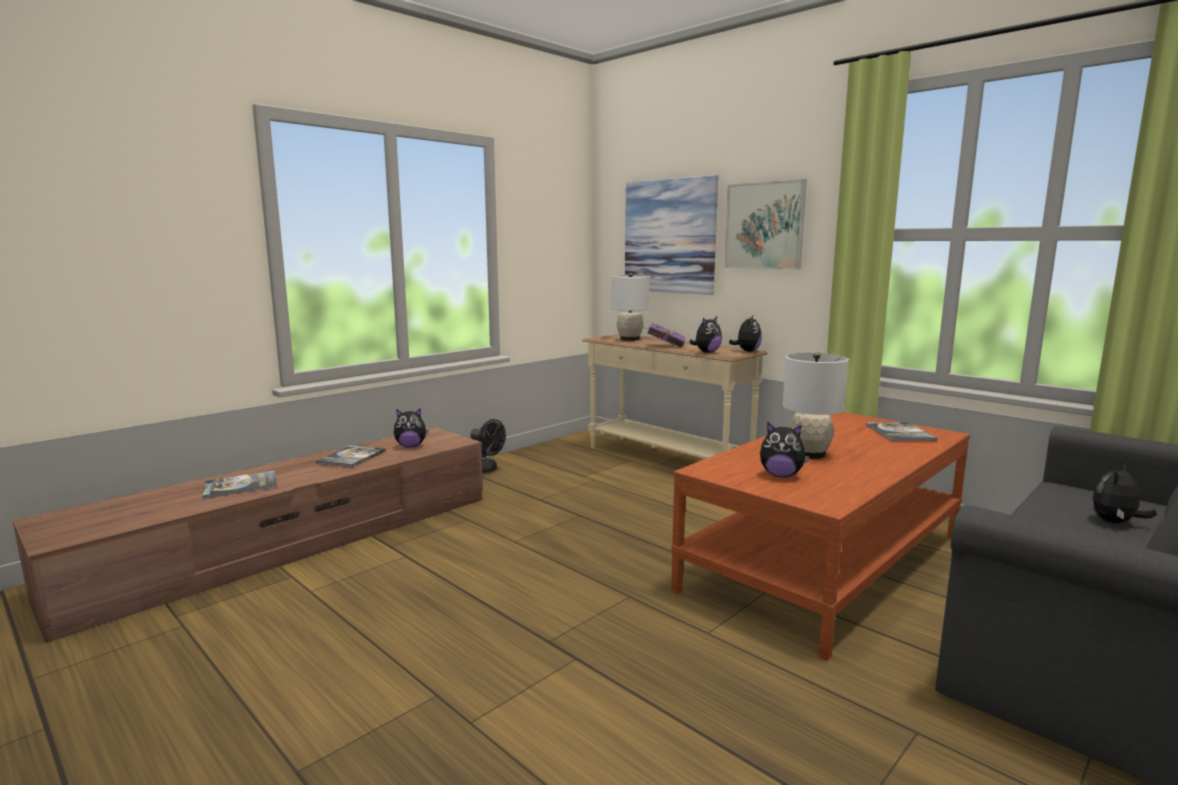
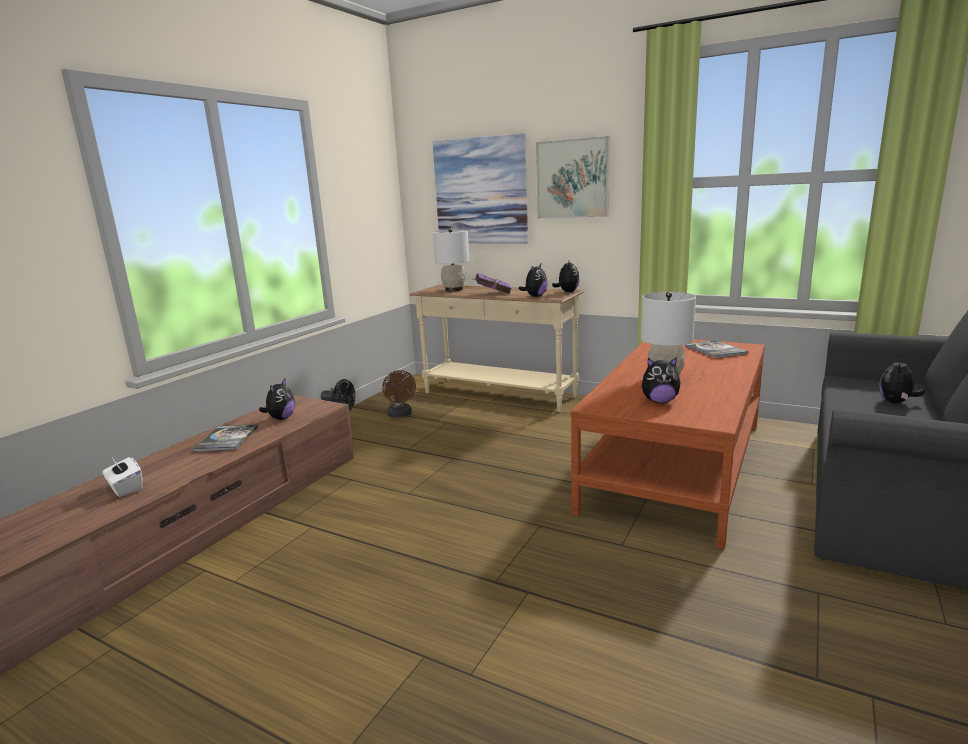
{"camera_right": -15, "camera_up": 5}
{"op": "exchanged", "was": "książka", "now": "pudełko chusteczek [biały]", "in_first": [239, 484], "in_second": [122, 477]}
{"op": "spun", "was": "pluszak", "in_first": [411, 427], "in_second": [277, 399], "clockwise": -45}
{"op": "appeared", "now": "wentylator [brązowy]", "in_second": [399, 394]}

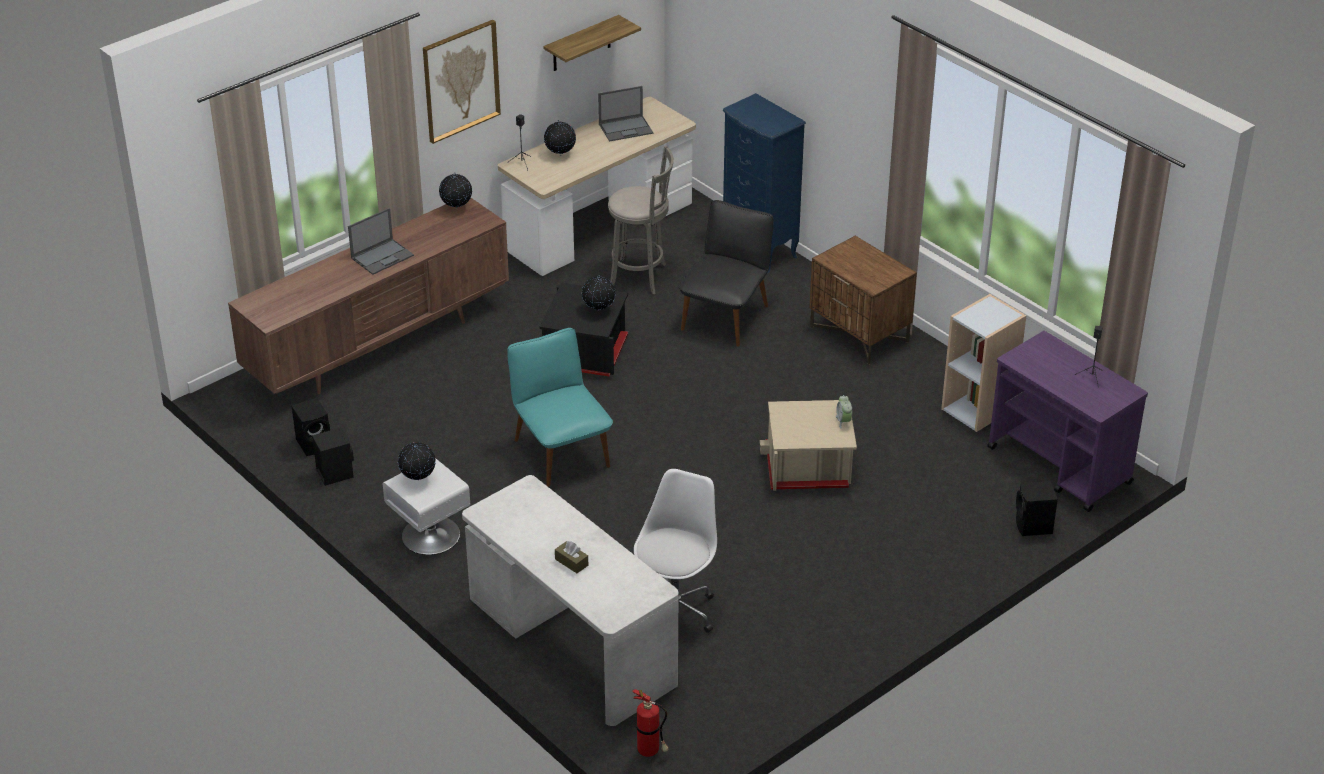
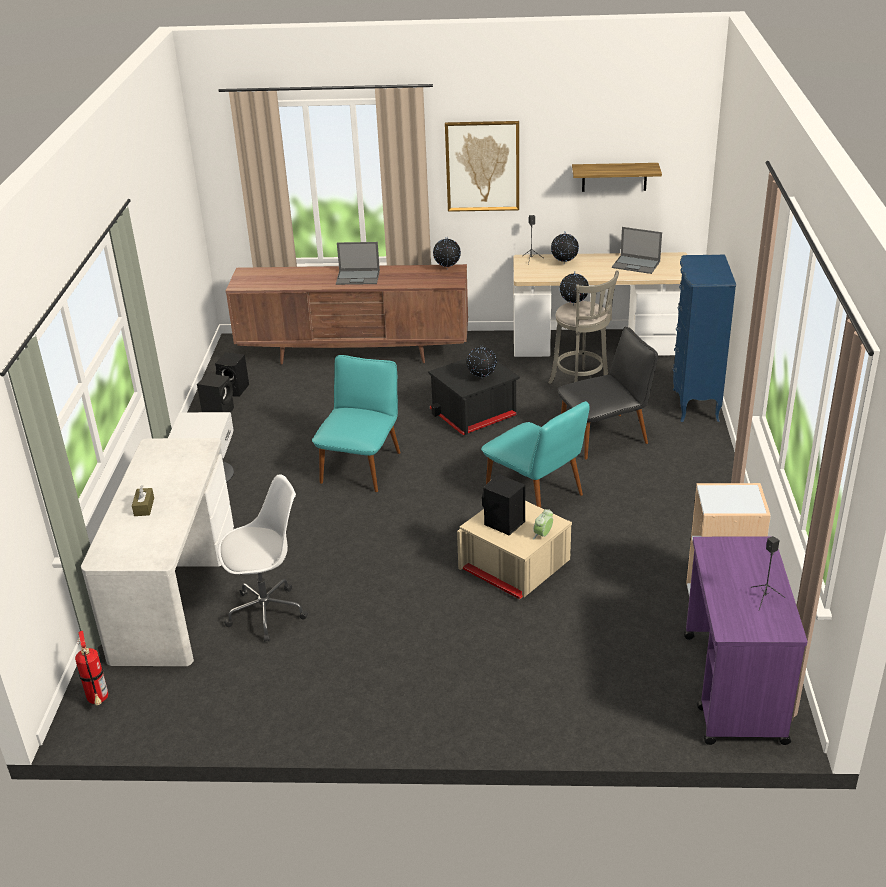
{"camera_right": 45, "camera_up": -5}
{"op": "relocated", "was": "globus", "in_first": [417, 461], "in_second": [574, 288]}
{"op": "missing", "was": "szafka nocna [brązowy]", "in_first": [863, 300]}
{"op": "relocated", "was": "głośnik [czarny]", "in_first": [1037, 508], "in_second": [503, 505]}
{"op": "appeared", "now": "krzesło [turkusowy]", "in_second": [535, 454]}

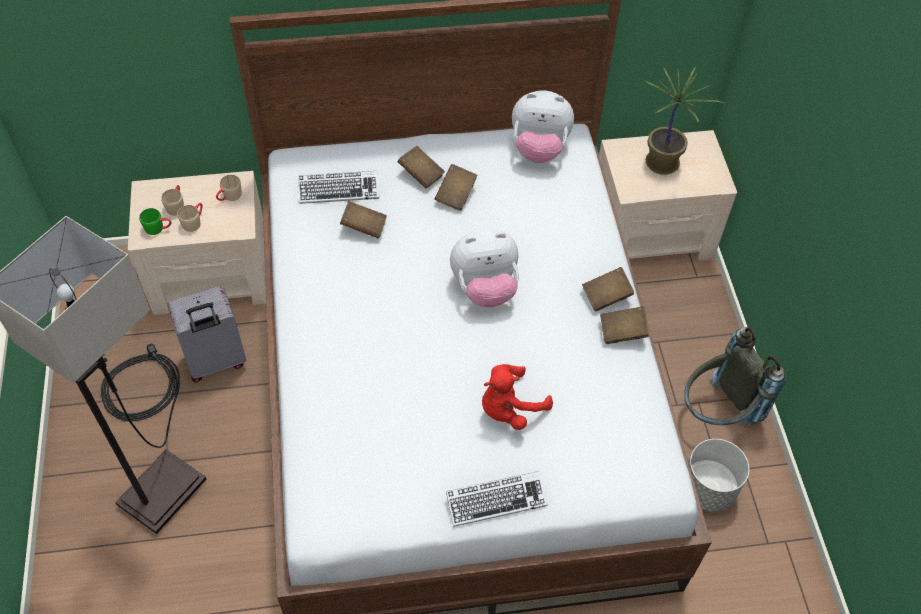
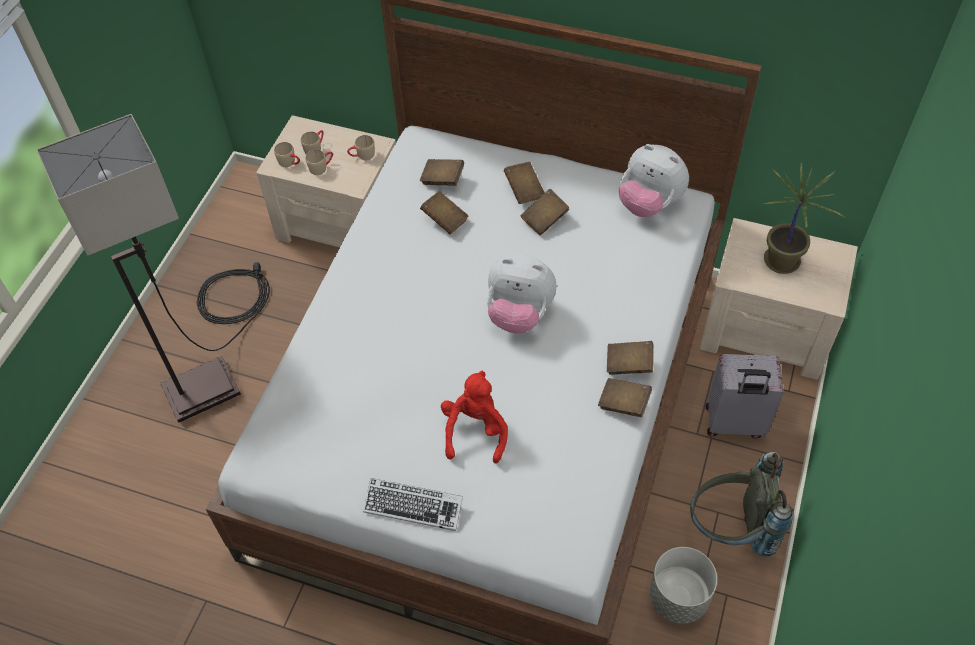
{"camera_right": 30, "camera_up": 0}
{"op": "colour", "was": "kubek [zielony]", "now": "kubek [beżowy]", "in_first": [155, 221], "in_second": [287, 154]}
{"op": "relocated", "was": "walizka [szary]", "in_first": [206, 334], "in_second": [744, 396]}
{"op": "exchanged", "was": "klawiatura", "now": "książka [brązowy]", "in_first": [338, 187], "in_second": [442, 172]}
{"op": "spun", "was": "pluszak [czerwony]", "in_first": [517, 397], "in_second": [474, 417], "clockwise": 105}

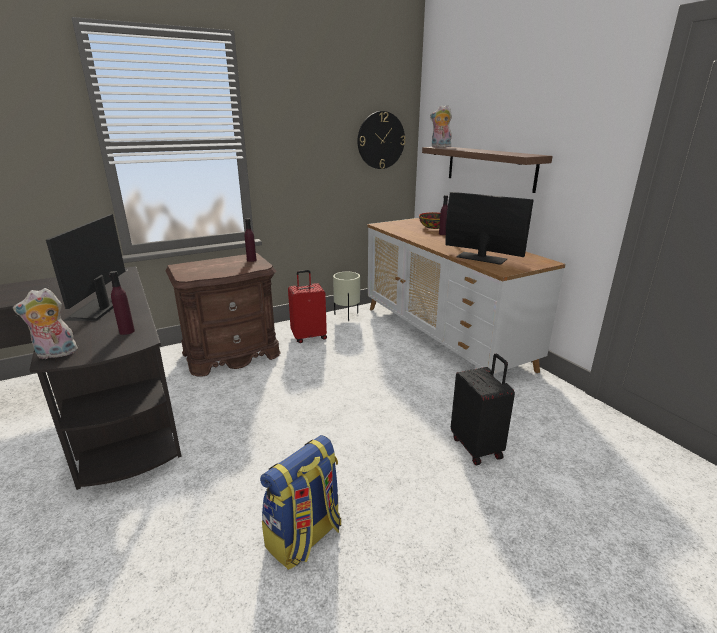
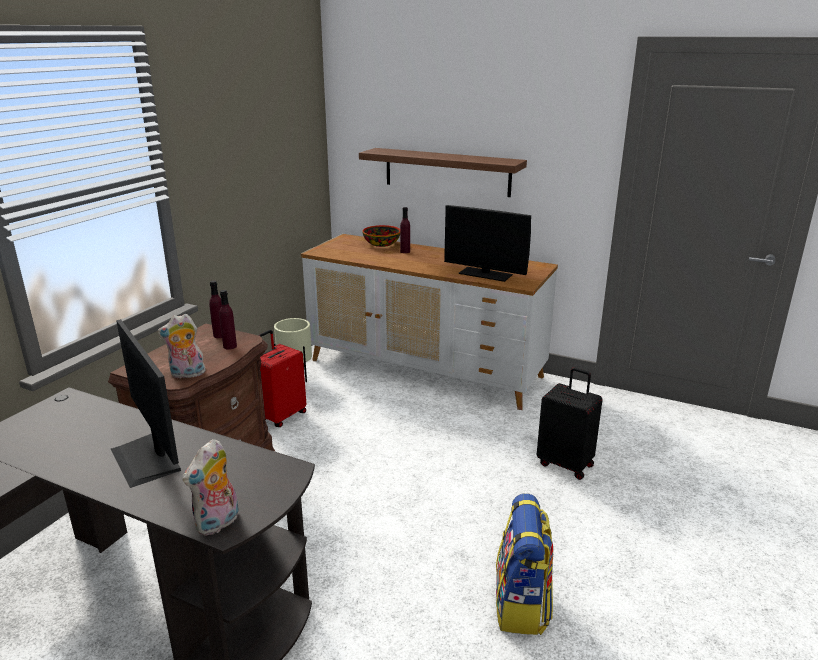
{"camera_right": -35, "camera_up": 0}
{"op": "relocated", "was": "butelka [fioletowy]", "in_first": [122, 303], "in_second": [228, 319]}
{"op": "missing", "was": "zegar ścienny", "in_first": [381, 140]}
{"op": "relocated", "was": "pluszak", "in_first": [441, 126], "in_second": [181, 346]}
{"op": "spun", "was": "monitor", "in_first": [489, 228], "in_second": [487, 243], "clockwise": -150}

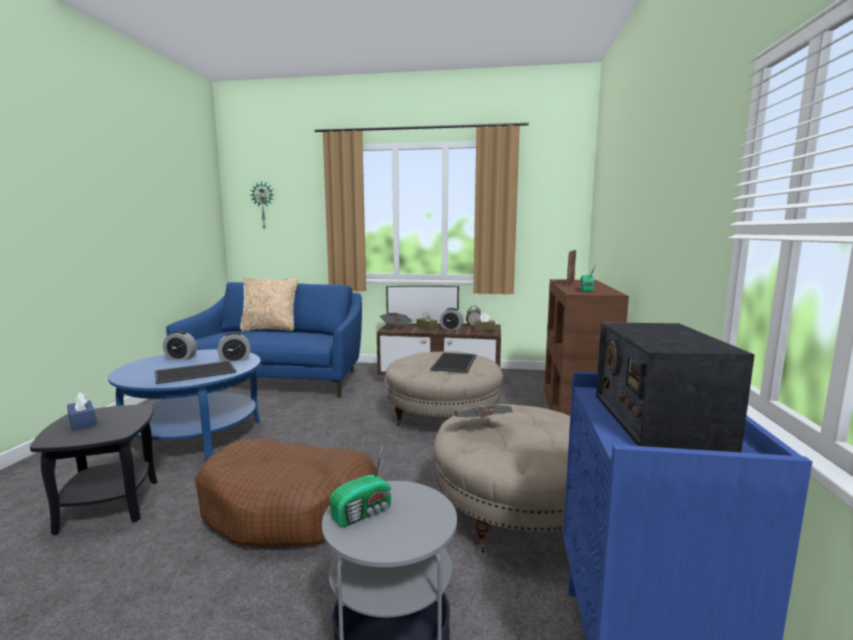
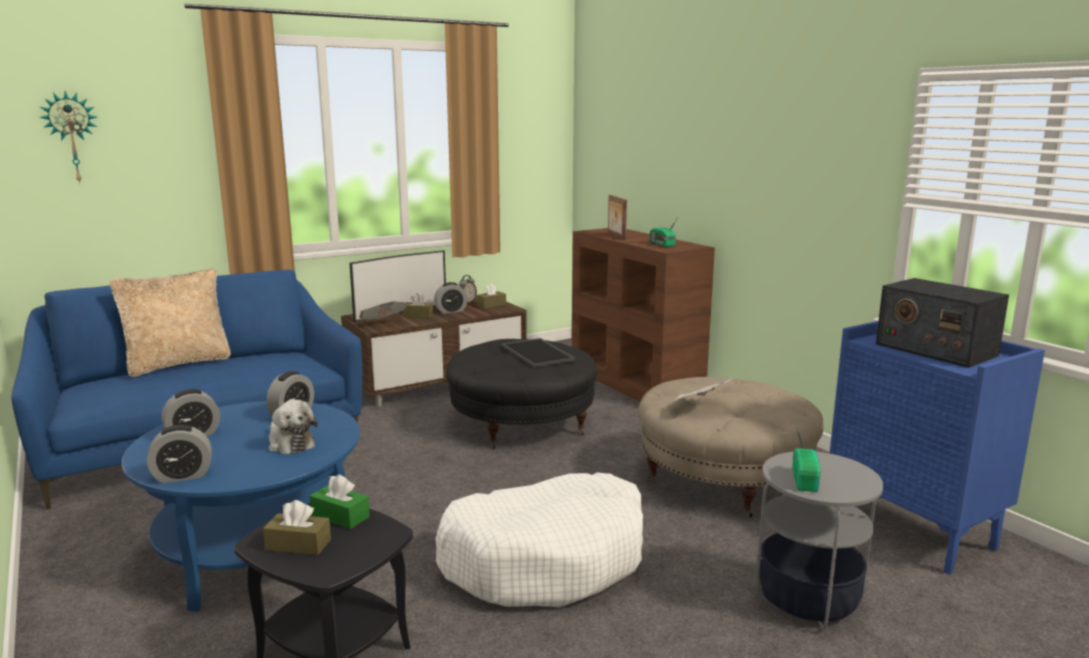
{"camera_right": -40, "camera_up": 5}
{"op": "colour", "was": "pudełko chusteczek [niebieski]", "now": "pudełko chusteczek [brązowy]", "in_first": [81, 411], "in_second": [297, 527]}
{"op": "exchanged", "was": "taca", "now": "pluszak", "in_first": [195, 372], "in_second": [293, 427]}
{"op": "colour", "was": "legowisko [brązowy]", "now": "legowisko [biały]", "in_first": [286, 493], "in_second": [539, 540]}
{"op": "colour", "was": "pufa [beżowy]", "now": "pufa [czarny]", "in_first": [444, 388], "in_second": [521, 394]}
{"op": "appeared", "now": "budzik", "in_second": [179, 454]}
{"op": "appeared", "now": "pudełko chusteczek [zielony]", "in_second": [340, 501]}

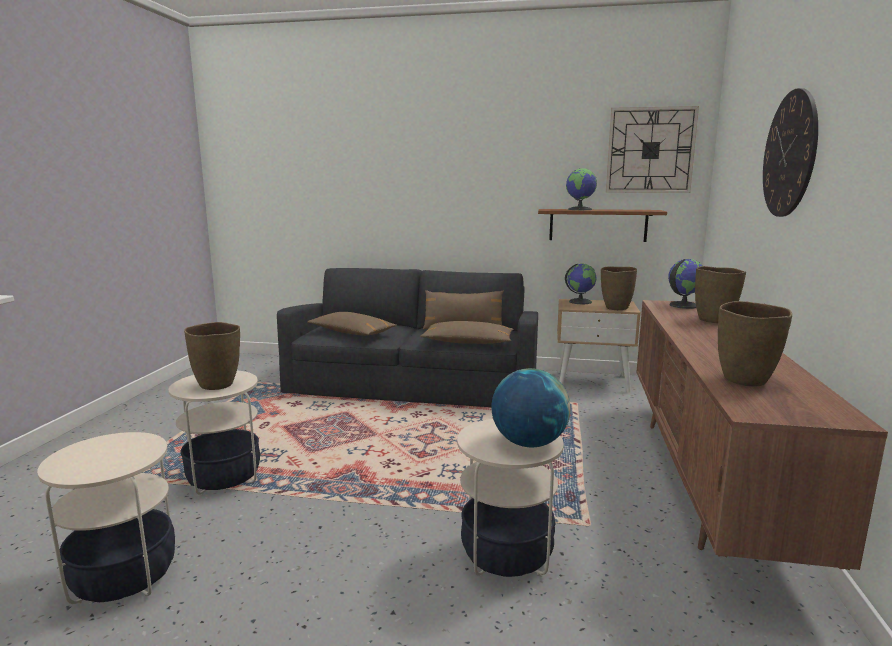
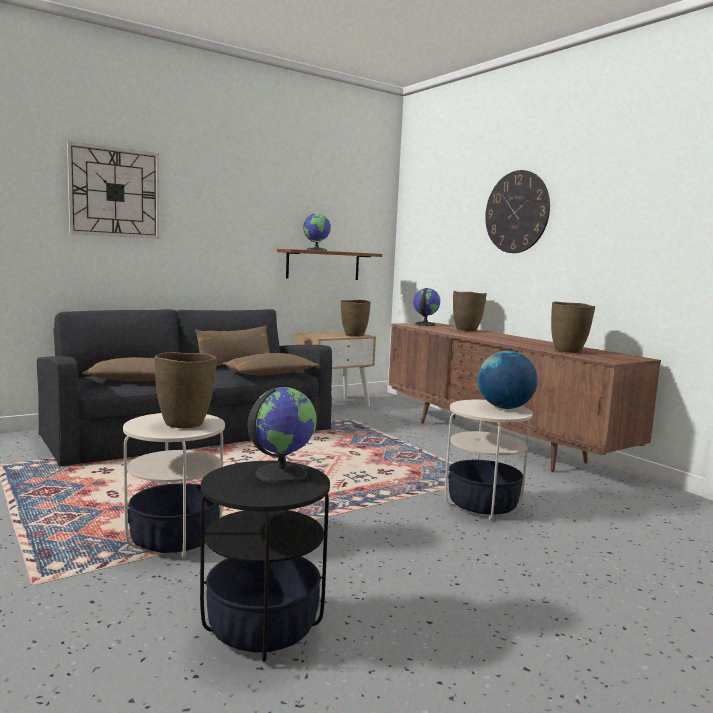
{"camera_right": -45, "camera_up": -5}
{"op": "colour", "was": "stolik [beżowy]", "now": "stolik [czarny]", "in_first": [106, 518], "in_second": [265, 561]}
{"op": "relocated", "was": "globus", "in_first": [580, 284], "in_second": [282, 435]}
{"op": "relocated", "was": "zegar ścienny", "in_first": [652, 149], "in_second": [113, 190]}

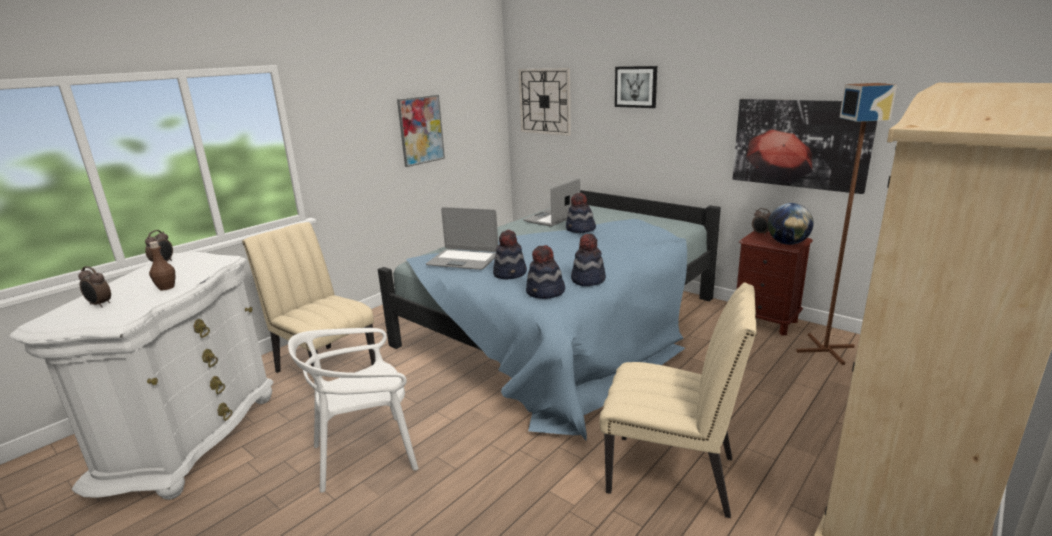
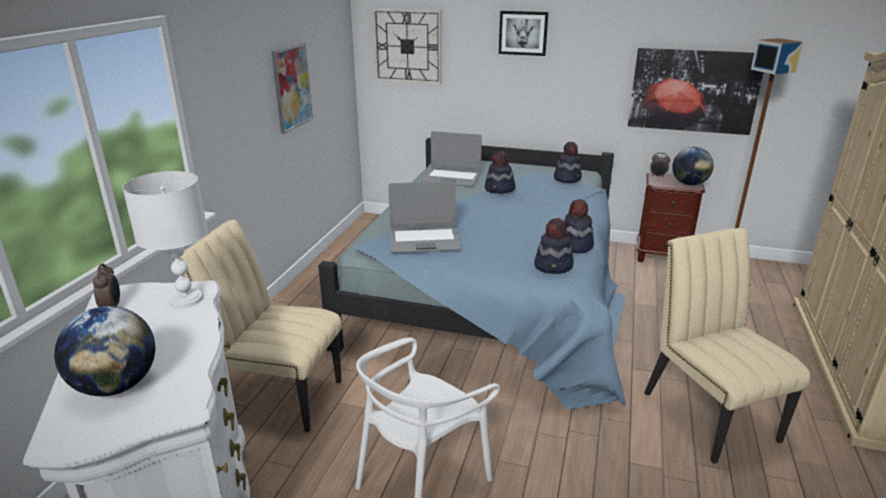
{"camera_right": -25, "camera_up": 5}
{"op": "exchanged", "was": "budzik", "now": "globus", "in_first": [94, 286], "in_second": [104, 351]}
{"op": "missing", "was": "butelka [brązowy]", "in_first": [162, 265]}
{"op": "relocated", "was": "kapelusz", "in_first": [510, 254], "in_second": [568, 162]}
{"op": "spun", "was": "laptop", "in_first": [551, 202], "in_second": [451, 159], "clockwise": -90}
{"op": "spun", "was": "krzesło [beżowy]", "in_first": [678, 400], "in_second": [727, 346], "clockwise": -105}
{"op": "appeared", "now": "lampa stołowa [biały]", "in_second": [165, 239]}

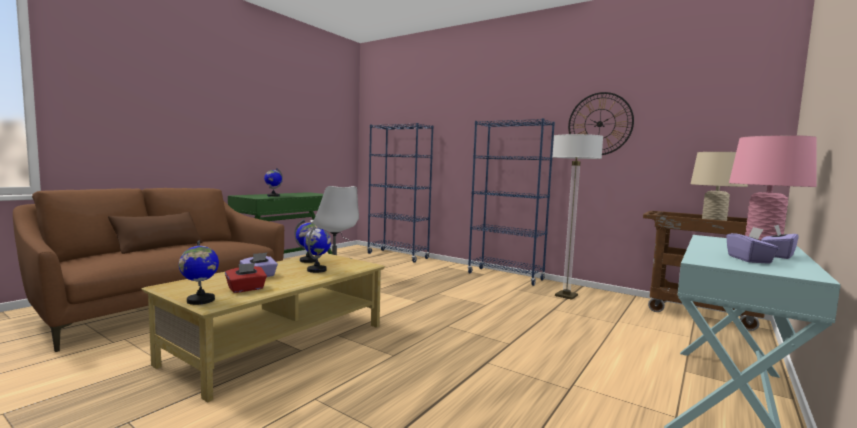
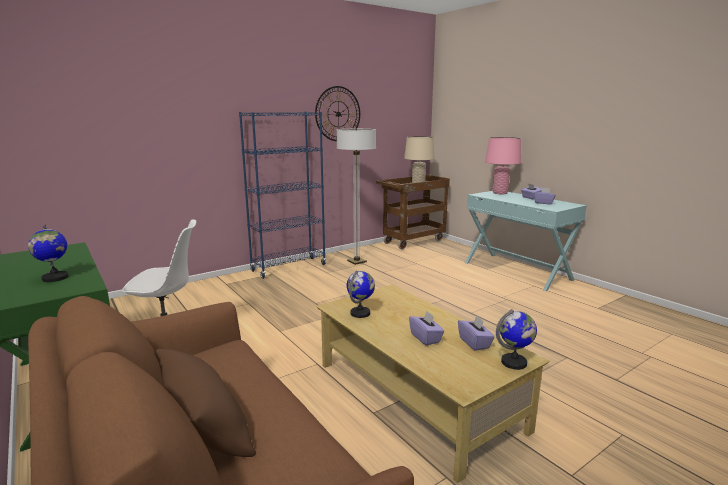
{"camera_right": -70, "camera_up": 10}
{"op": "colour", "was": "pudełko chusteczek [czerwony]", "now": "pudełko chusteczek [fioletowy]", "in_first": [246, 278], "in_second": [476, 333]}
{"op": "missing", "was": "globus", "in_first": [317, 249]}
{"op": "missing", "was": "regał [niebieski]", "in_first": [400, 192]}

